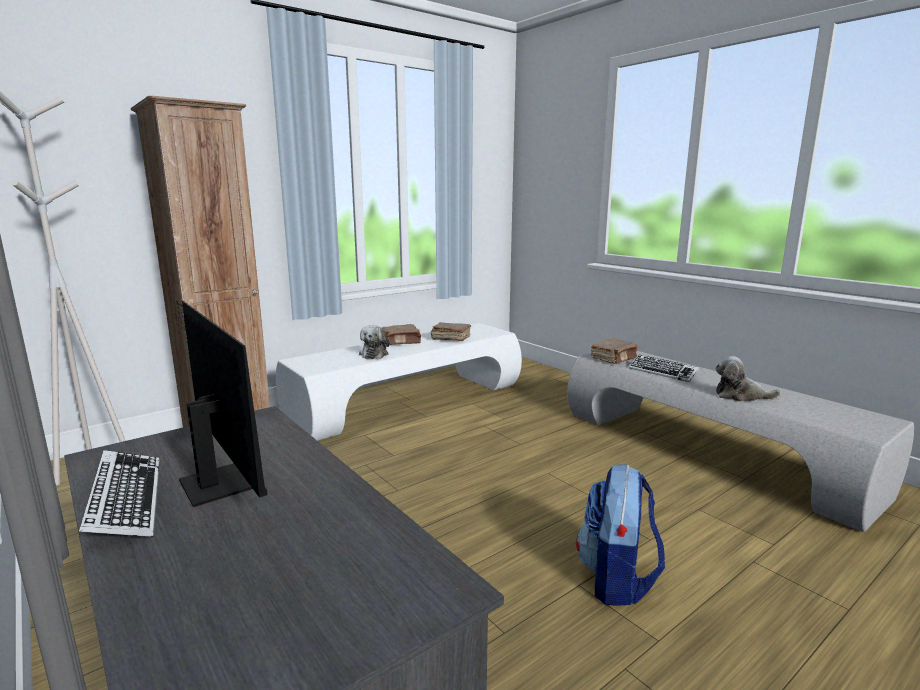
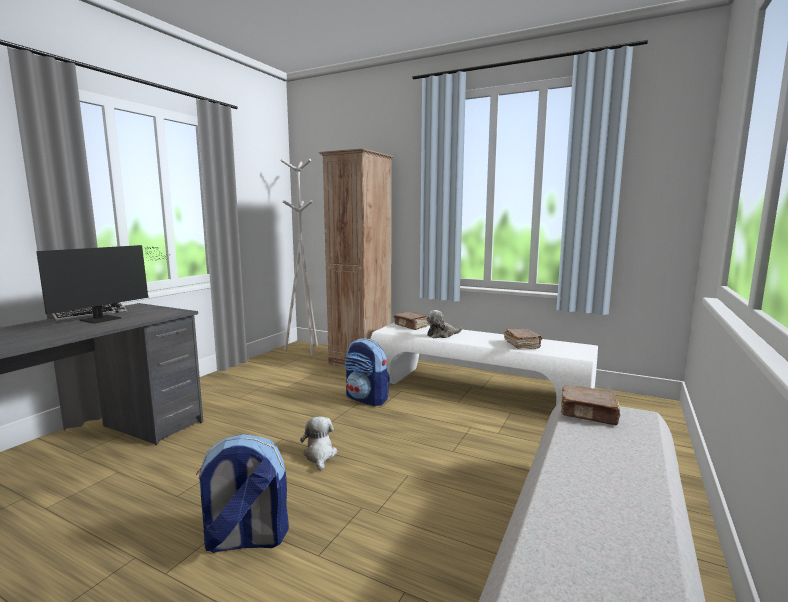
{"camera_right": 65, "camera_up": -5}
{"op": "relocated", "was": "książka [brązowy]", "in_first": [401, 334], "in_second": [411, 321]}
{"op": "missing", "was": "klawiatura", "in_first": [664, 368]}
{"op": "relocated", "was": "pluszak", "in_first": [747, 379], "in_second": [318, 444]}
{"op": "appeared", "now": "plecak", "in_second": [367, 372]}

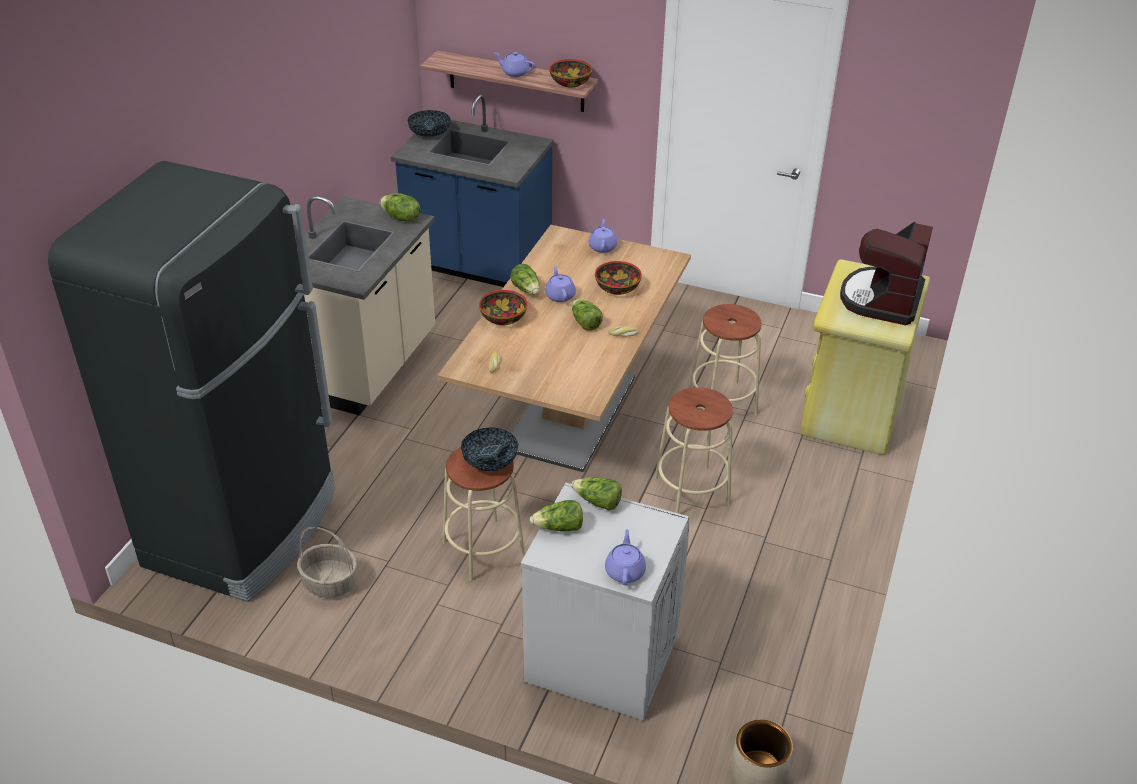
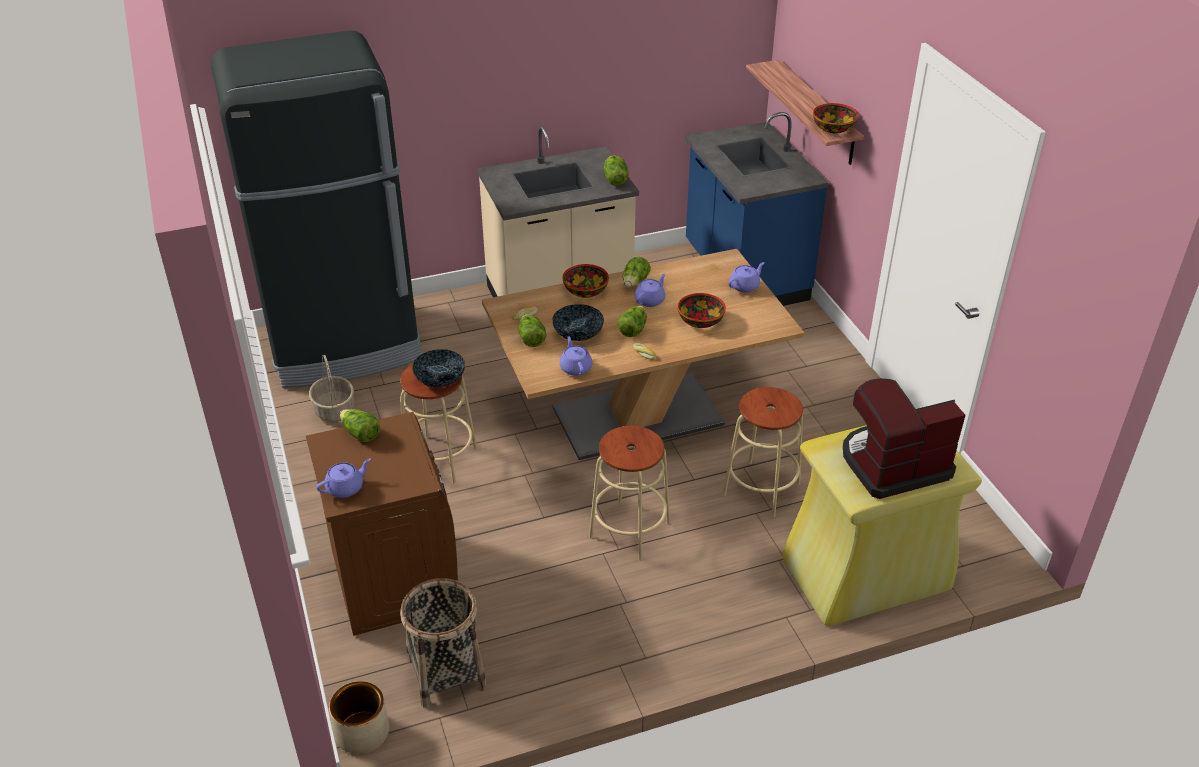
{"camera_right": 50, "camera_up": 0}
{"op": "relocated", "was": "miska", "in_first": [429, 123], "in_second": [578, 322]}
{"op": "relocated", "was": "imbryk [fioletowy]", "in_first": [515, 64], "in_second": [576, 356]}
{"op": "colour", "was": "pralka [biały]", "now": "pralka [brązowy]", "in_first": [605, 601], "in_second": [382, 524]}
{"op": "relocated", "was": "sałata", "in_first": [596, 493], "in_second": [532, 330]}
{"op": "appeared", "now": "koszyk", "in_second": [443, 643]}

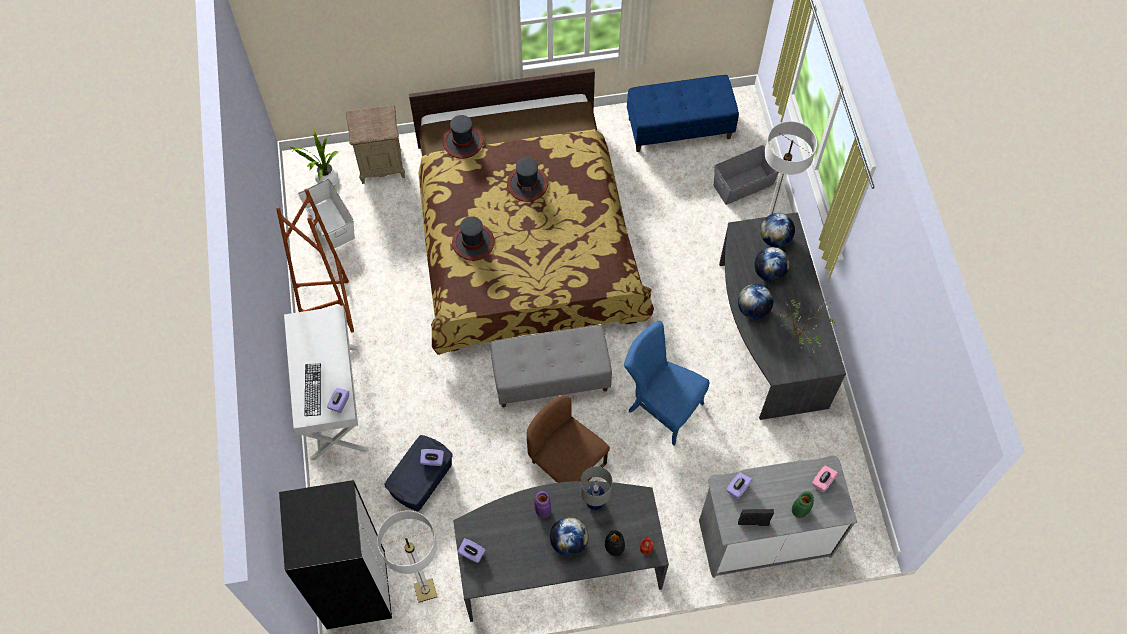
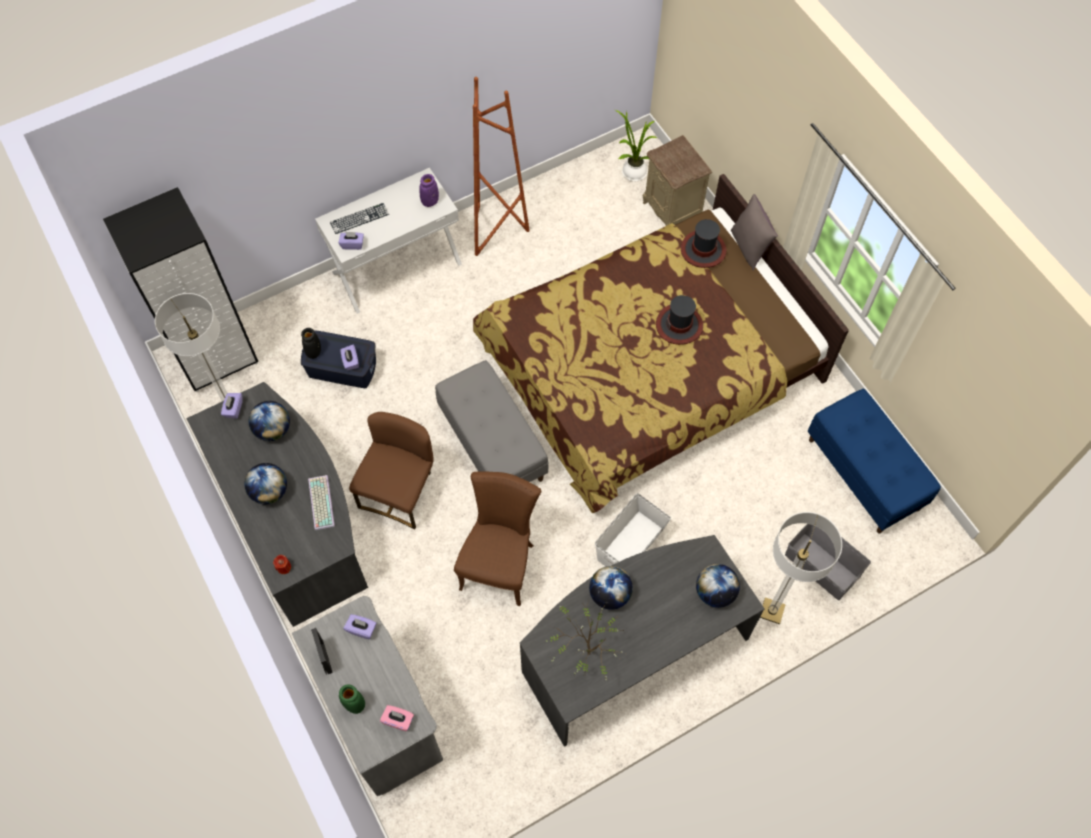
{"camera_right": 70, "camera_up": 0}
{"op": "relocated", "was": "pojemnik do przechowywania [biały]", "in_first": [326, 214], "in_second": [633, 530]}
{"op": "missing", "was": "kapelusz", "in_first": [473, 238]}
{"op": "relocated", "was": "wazon [fioletowy]", "in_first": [542, 504], "in_second": [429, 190]}
{"op": "exchanged", "was": "lampa stołowa [szary]", "now": "klawiatura", "in_first": [596, 488], "in_second": [321, 502]}
{"op": "relocated", "was": "wazon [czarny]", "in_first": [615, 543], "in_second": [311, 343]}
{"op": "colour", "was": "krzesło [niebieski]", "now": "krzesło [brązowy]", "in_first": [666, 383], "in_second": [497, 539]}
{"op": "relocated", "was": "globus", "in_first": [772, 264], "in_second": [269, 421]}
{"op": "appeared", "now": "poduszka [szary]", "in_second": [754, 232]}

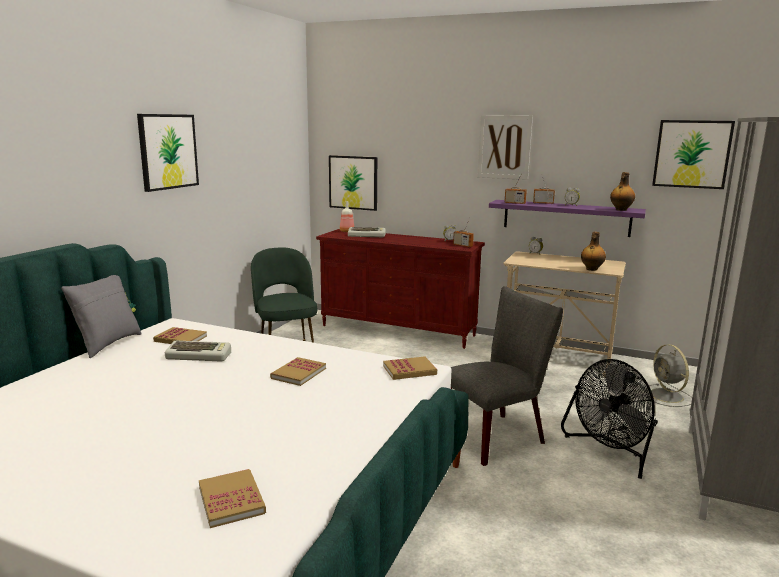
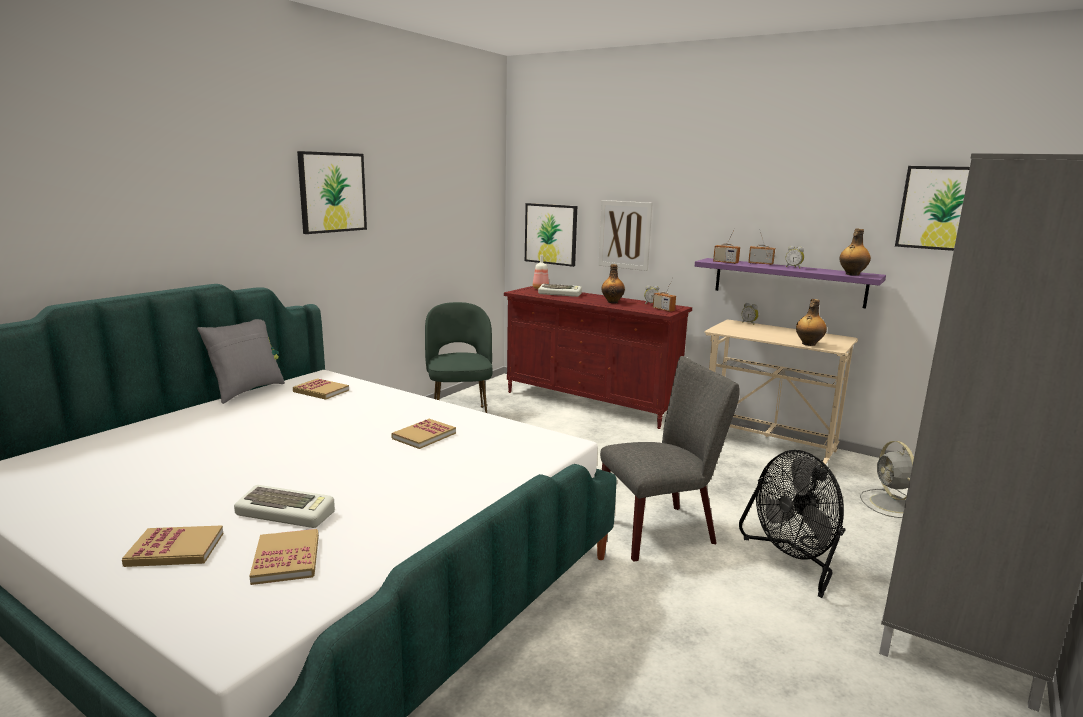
{"camera_right": 10, "camera_up": 0}
{"op": "relocated", "was": "klawiatura", "in_first": [198, 351], "in_second": [284, 506]}
{"op": "relocated", "was": "książka", "in_first": [410, 368], "in_second": [172, 546]}
{"op": "relocated", "was": "obraz", "in_first": [505, 147], "in_second": [626, 235]}
{"op": "appeared", "now": "butelka", "in_second": [613, 283]}

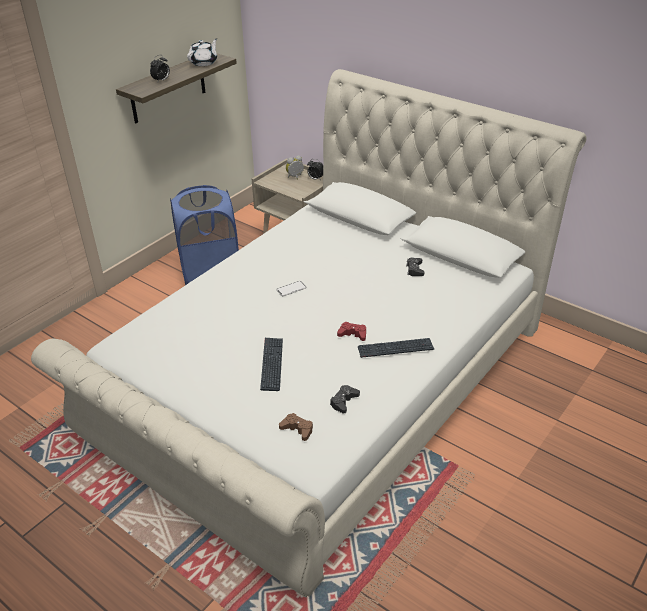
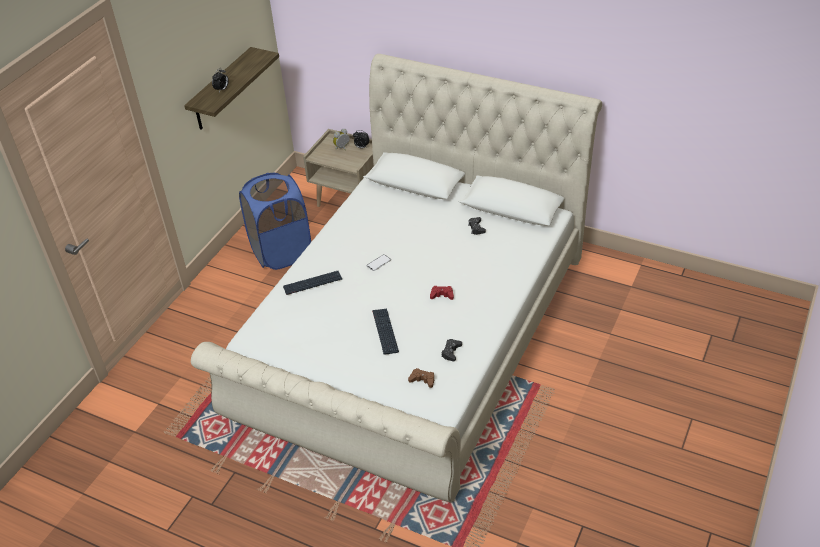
{"camera_right": -10, "camera_up": 5}
{"op": "missing", "was": "imbryk [biały]", "in_first": [202, 52]}
{"op": "relocated", "was": "klawiatura", "in_first": [396, 348], "in_second": [312, 283]}

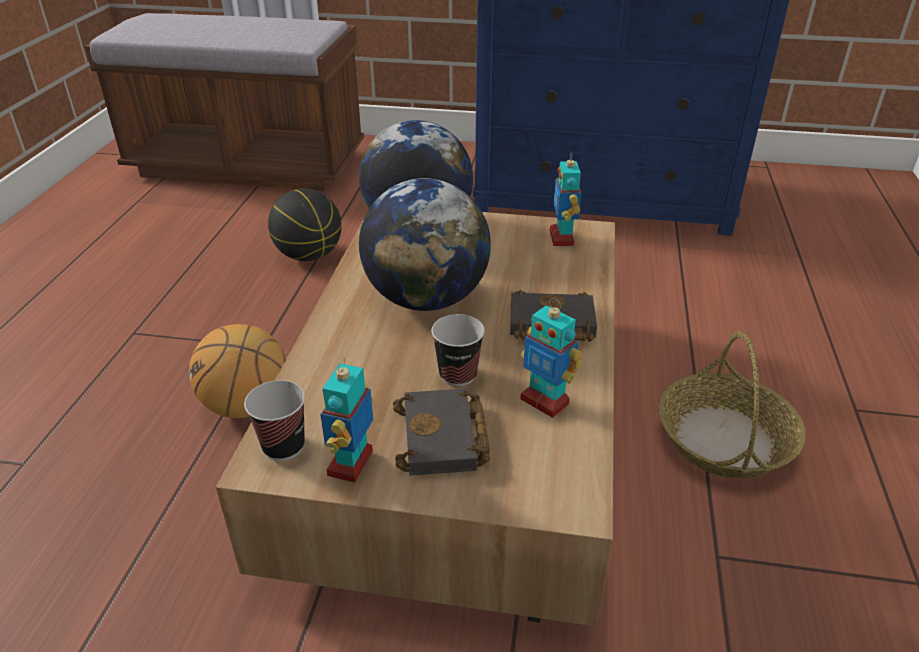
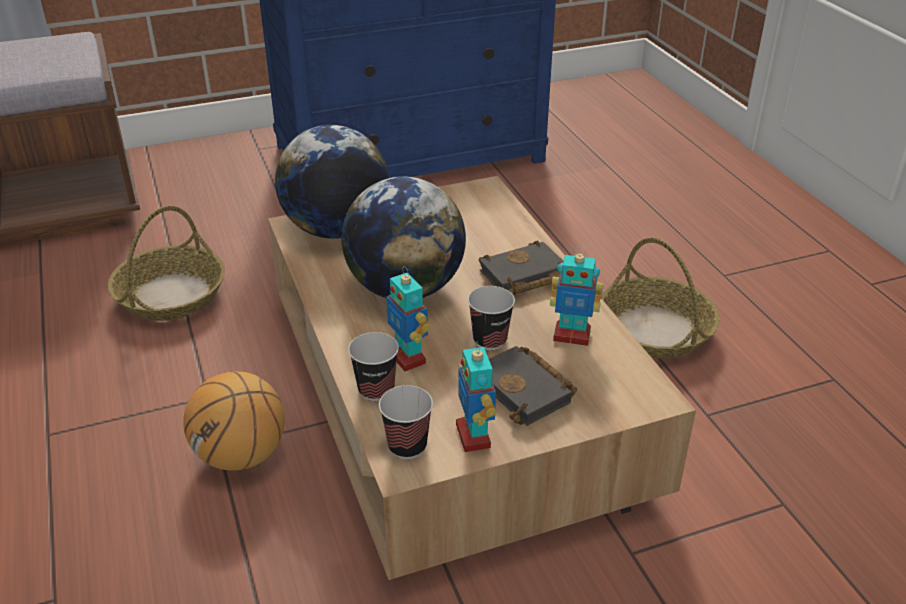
{"camera_right": -30, "camera_up": 0}
{"op": "exchanged", "was": "piłka do koszykówki", "now": "koszyk", "in_first": [305, 225], "in_second": [166, 263]}
{"op": "relocated", "was": "robot zabawkowy", "in_first": [566, 198], "in_second": [408, 318]}
{"op": "appeared", "now": "filiżanka", "in_second": [373, 366]}

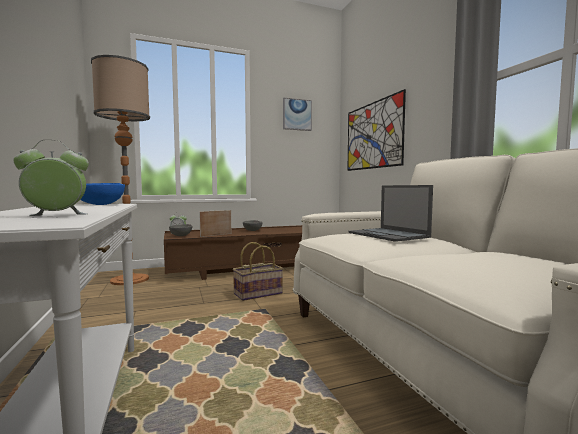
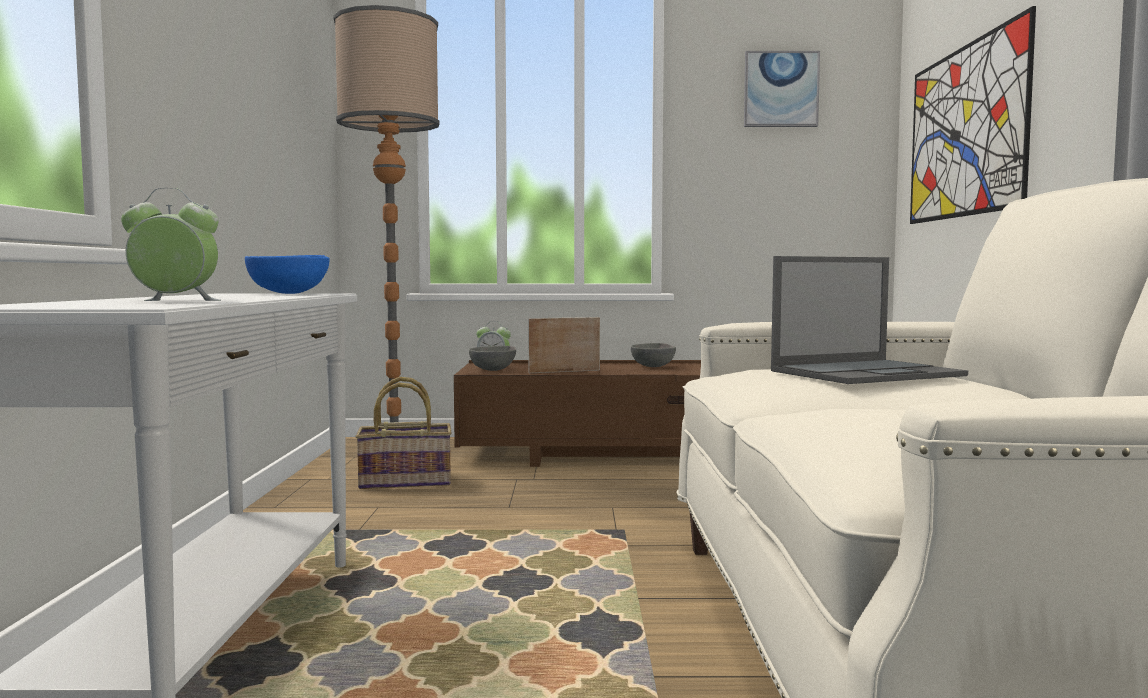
{"camera_right": 20, "camera_up": 0}
{"op": "relocated", "was": "koszyk", "in_first": [258, 271], "in_second": [403, 433]}
{"op": "spun", "was": "laptop", "in_first": [390, 213], "in_second": [869, 320], "clockwise": -105}

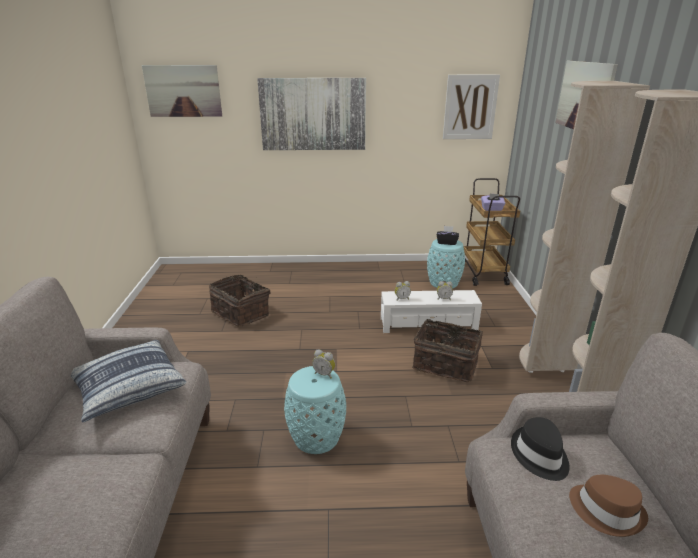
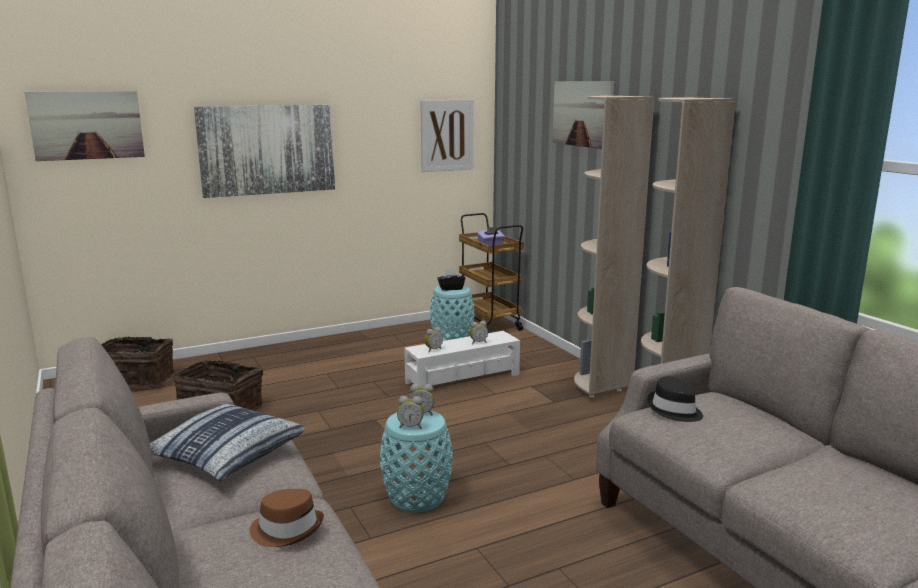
{"camera_right": -25, "camera_up": -10}
{"op": "relocated", "was": "koszyk", "in_first": [447, 349], "in_second": [137, 362]}
{"op": "relocated", "was": "kapelusz [brązowy]", "in_first": [608, 506], "in_second": [287, 518]}
{"op": "appeared", "now": "budzik", "in_second": [410, 412]}

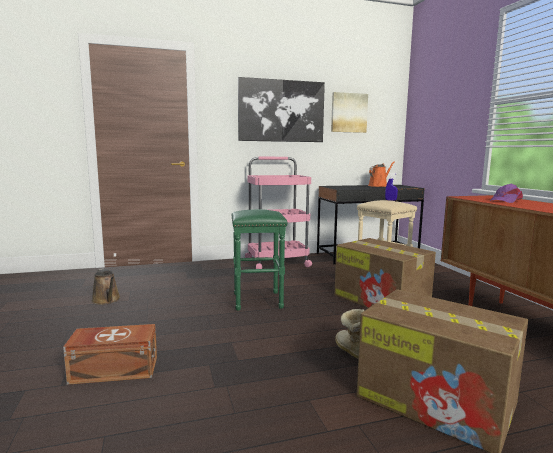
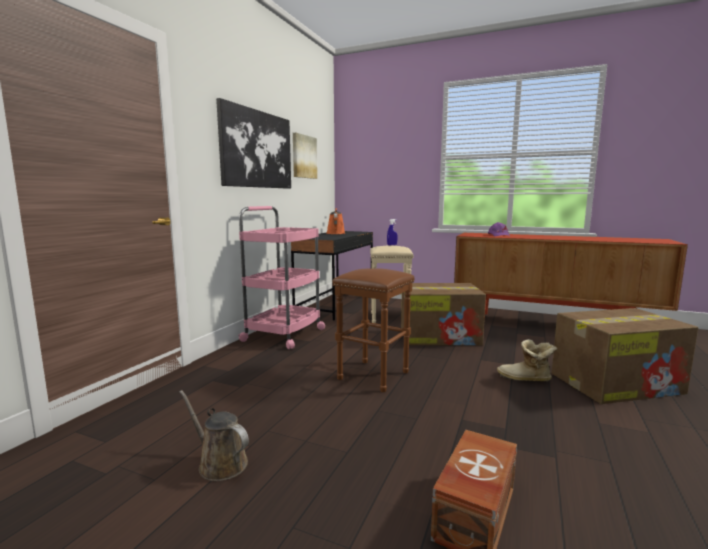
{"camera_right": -50, "camera_up": 0}
{"op": "spun", "was": "konewka [brązowy]", "in_first": [106, 286], "in_second": [214, 435], "clockwise": -150}
{"op": "colour", "was": "stołek [zielony]", "now": "stołek [brązowy]", "in_first": [259, 259], "in_second": [373, 330]}

